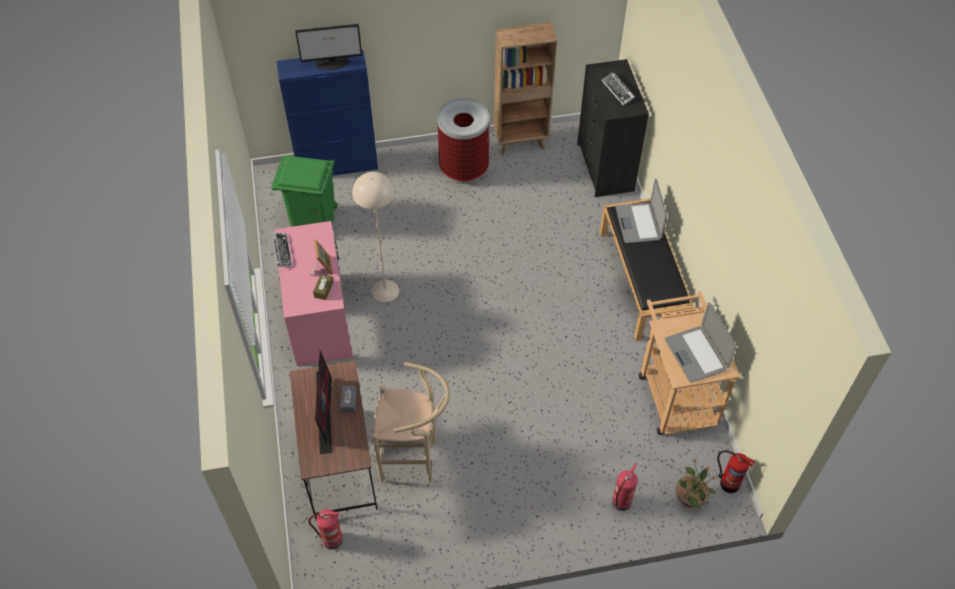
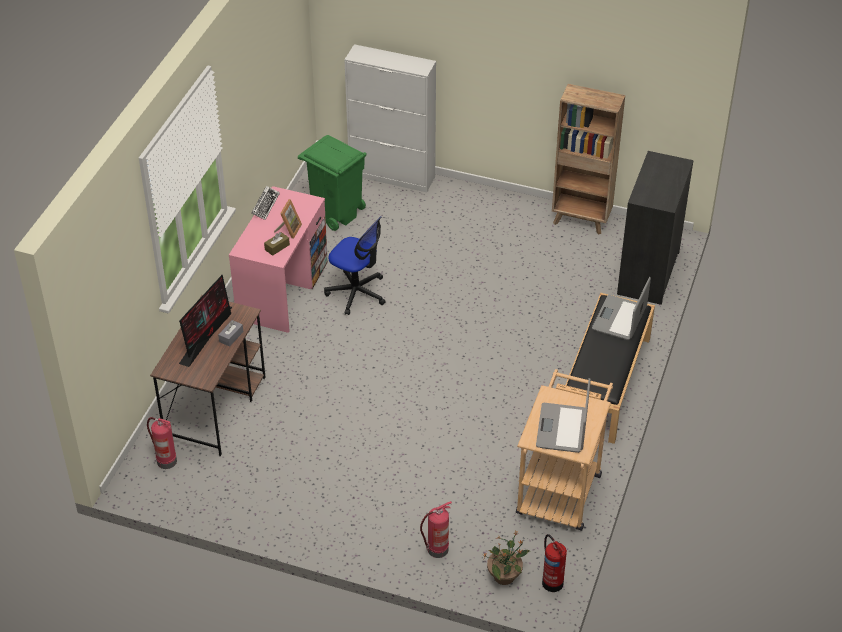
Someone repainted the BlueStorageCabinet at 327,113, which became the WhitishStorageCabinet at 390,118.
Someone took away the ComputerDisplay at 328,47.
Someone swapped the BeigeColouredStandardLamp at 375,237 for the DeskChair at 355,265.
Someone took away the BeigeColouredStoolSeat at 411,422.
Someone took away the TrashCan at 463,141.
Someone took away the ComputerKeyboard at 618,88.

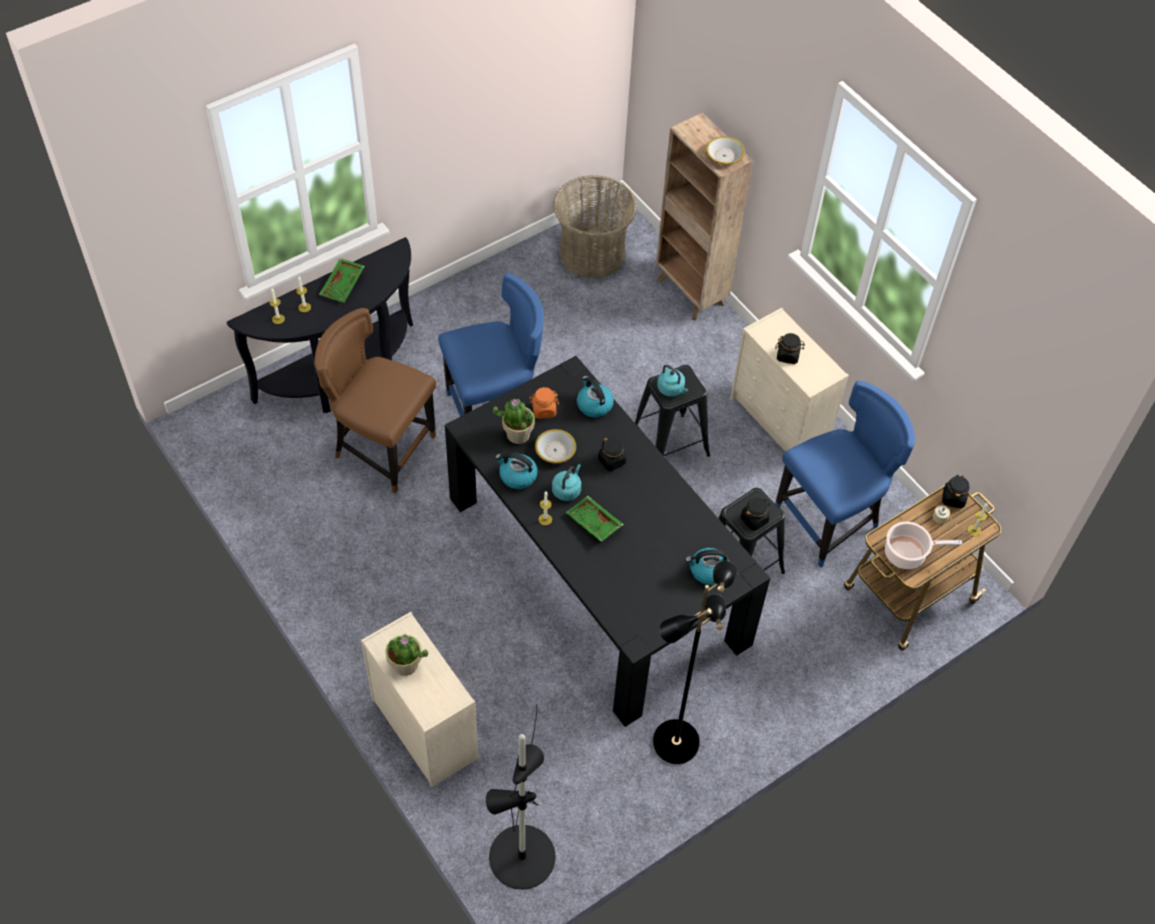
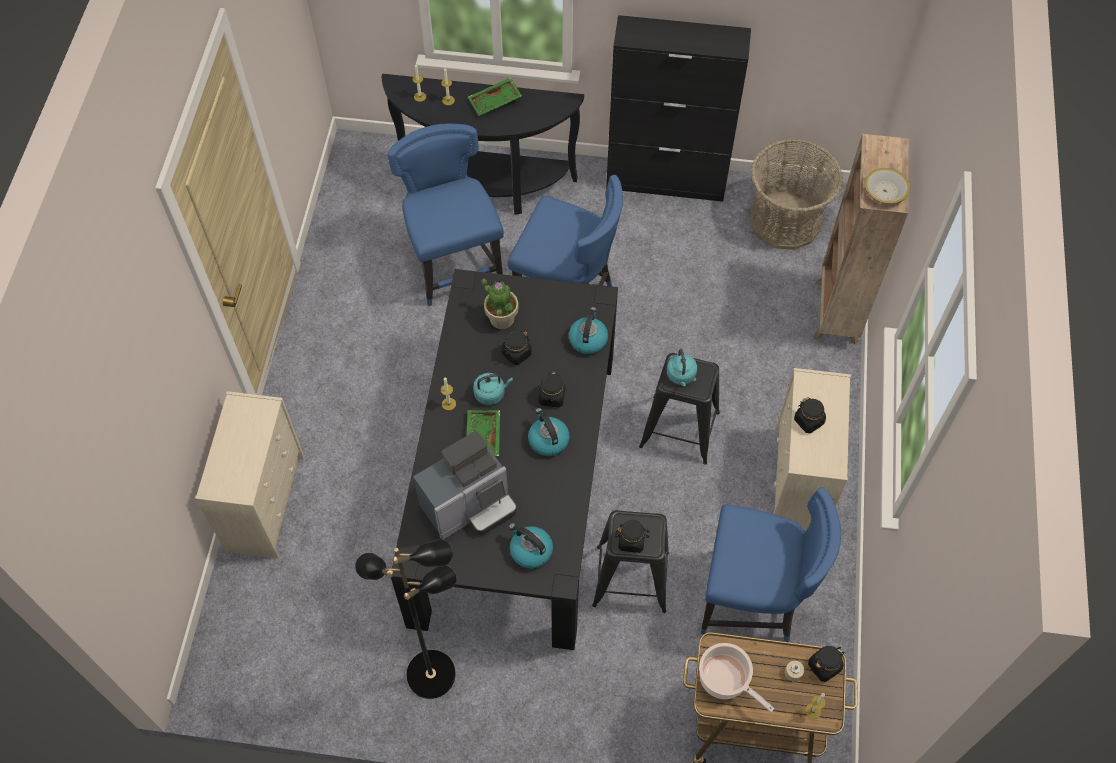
Someone repainted the BrownishUprightChair at 375,400, which became the BlueUprightChair at 446,215.
Someone took away the PottedPlant at 406,655.
Someone took away the BlackColouredStandardLamp at 520,796.
Someone carried the Kettle from 516,470 to 549,432.
Someone took away the OrangeyJar at 544,403.
Someone swapped the ServingBowl at 555,446 for the BlackColouredJar at 516,347.
Someone put down the CoffeeMachine at 465,485.
Someone put down the BlackColouredStorageCabinet at 678,108.

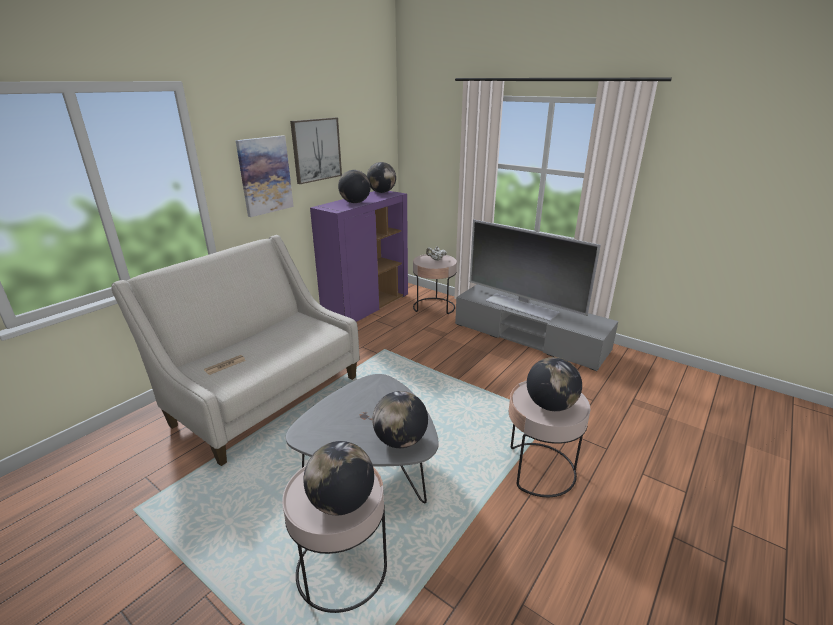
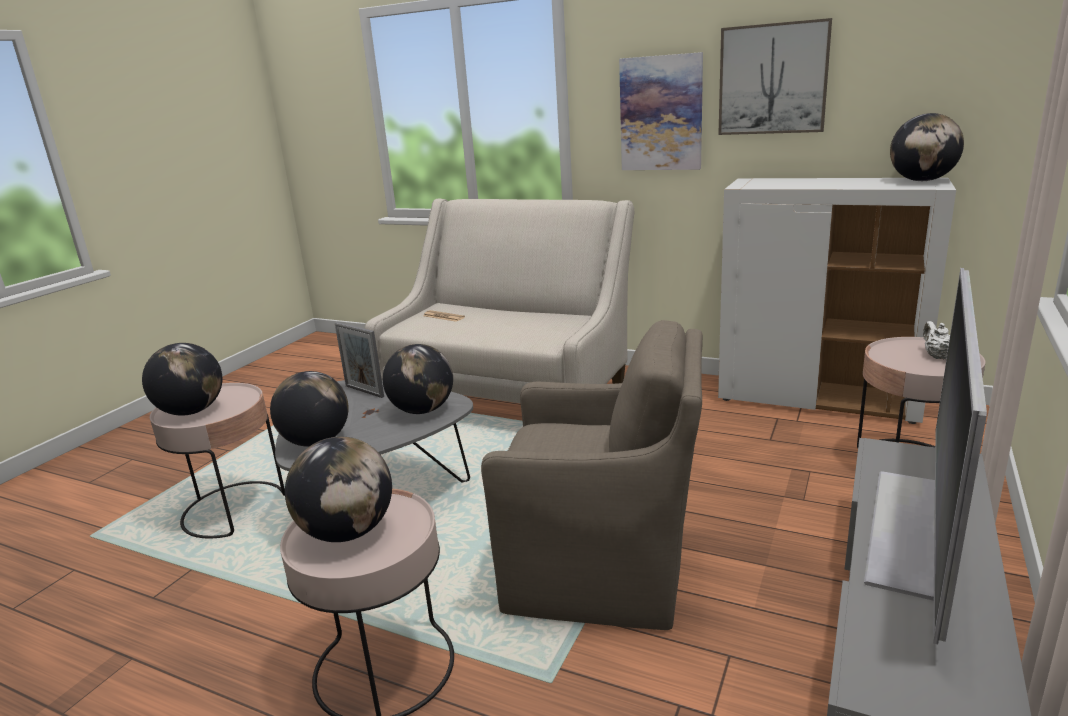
Someone repainted the PurplishStorageCabinet at 359,256, which became the WhitishStorageCabinet at 837,301.
Someone carried the Globe from 354,186 to 418,379.
Someone put down the PictureFrame at 359,360.
Someone put down the BrownishEasyChair at 592,475.

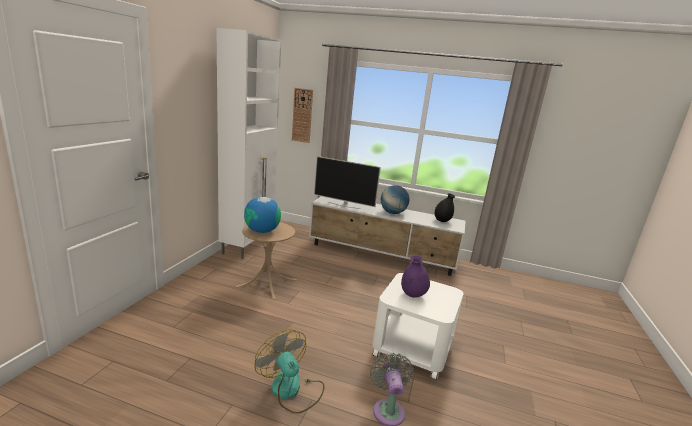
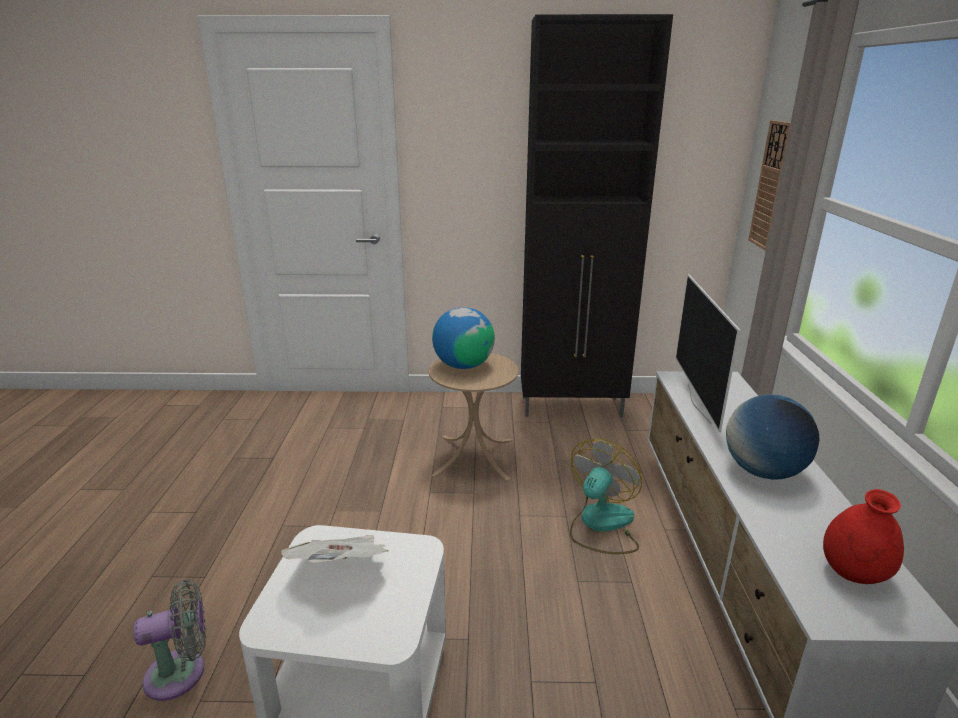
Someone repainted the WhitishStorageCabinet at 248,143, which became the BlackColouredStorageCabinet at 597,215.
Someone carried the CoolingFan from 289,371 to 606,496.
Someone swapped the PurplishDecorativeVase at 415,277 for the Newspaper at 335,549.
Someone repainted the BlackColouredDecorativeVase at 445,207, which became the ReddishDecorativeVase at 863,536.

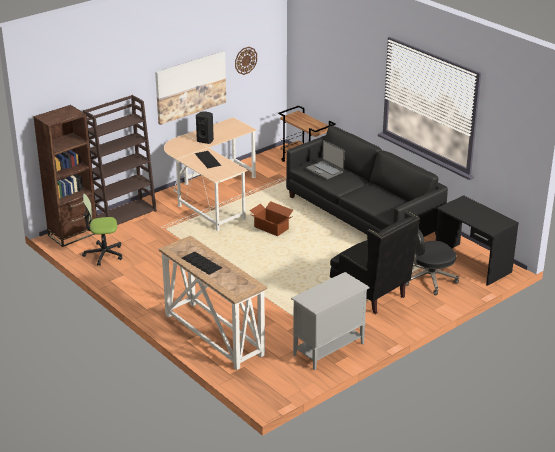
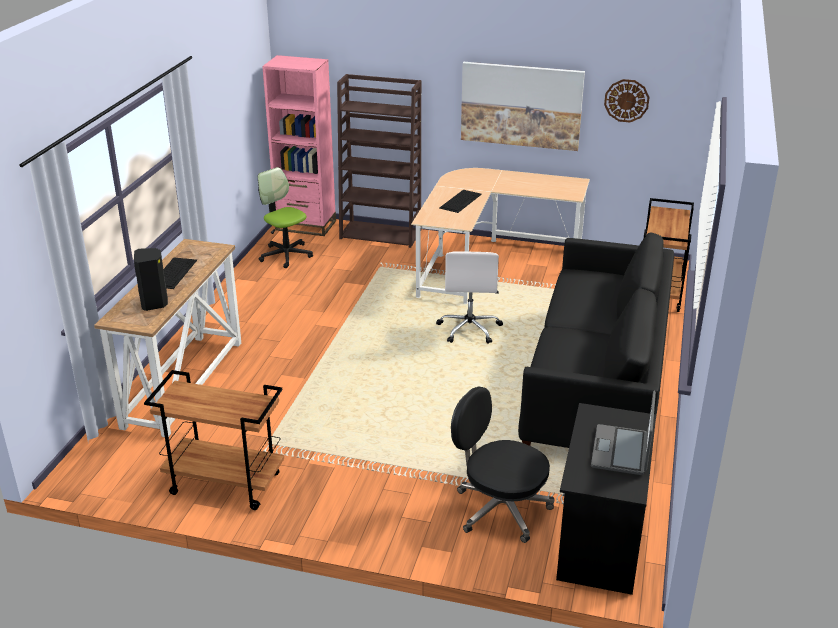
Someone repainted the BrownishBookcase at 64,176, which became the PinkBookcase at 299,145.
Someone carried the BlackColouredLoudspeaker from 205,127 to 151,279.
Someone swapped the CardboardBox at 271,218 for the WhitishDeskChair at 469,297.
Someone swapped the GreyishStorageCabinet at 330,321 for the BrownishCart at 214,440.
Someone carried the Laptop from 325,160 to 623,433.
Someone took away the BlackColouredEasyChair at 375,262.

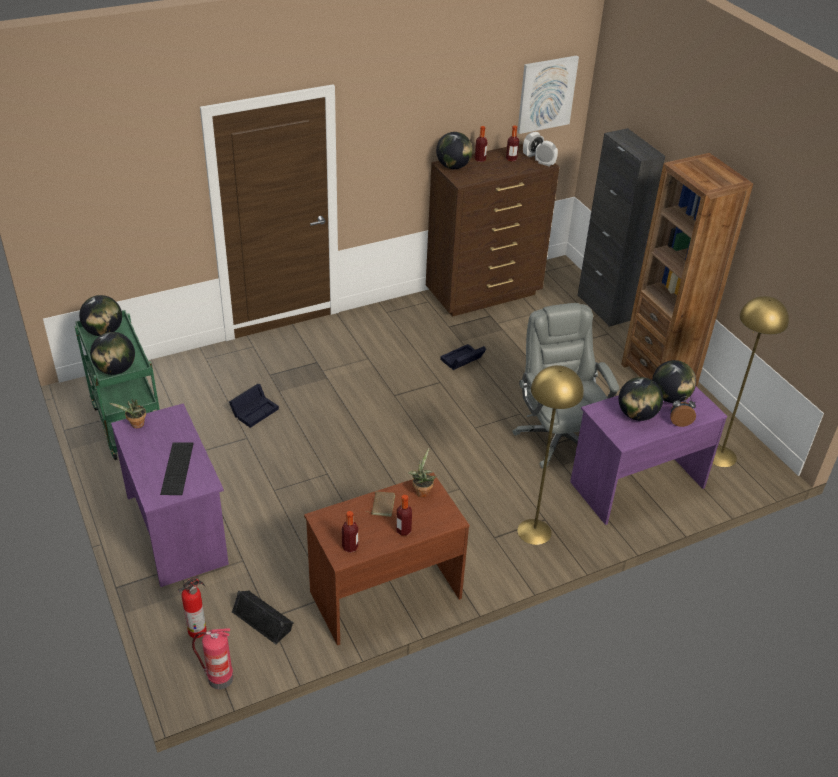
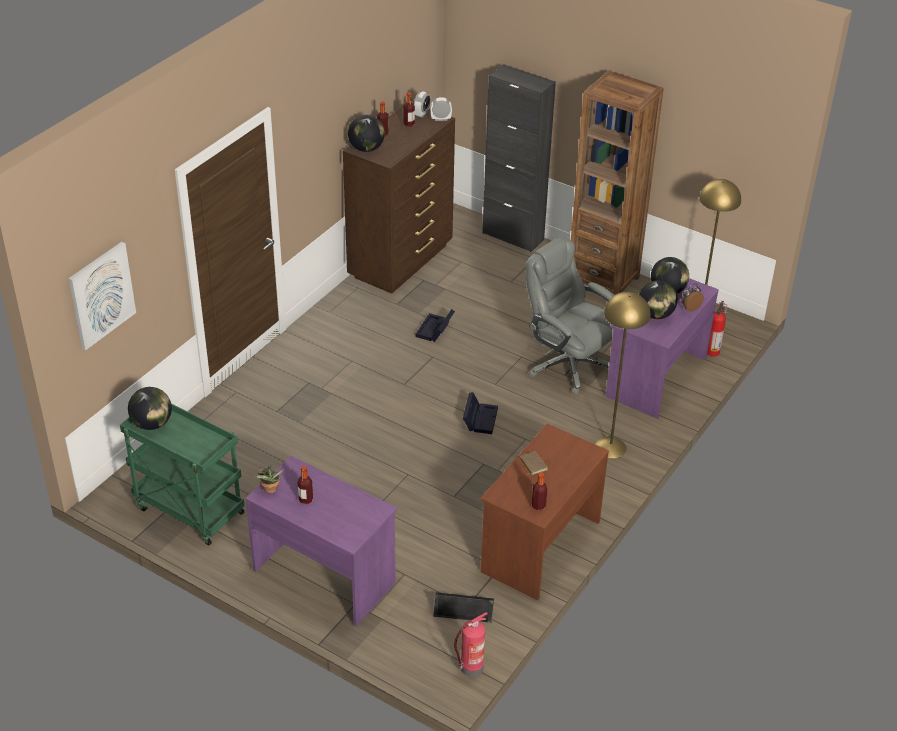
Someone took away the Globe at 112,353.
Someone took away the ComputerKeyboard at 177,468.
Someone carried the Extinguisher from 192,606 to 717,329.
Someone carried the BlackColouredStorageContainer from 254,406 to 480,413.
Someone carried the Bottle from 404,515 to 305,485.
Someone took away the PottedPlant at 422,472.
Someone carried the Picture from 548,94 to 102,296.

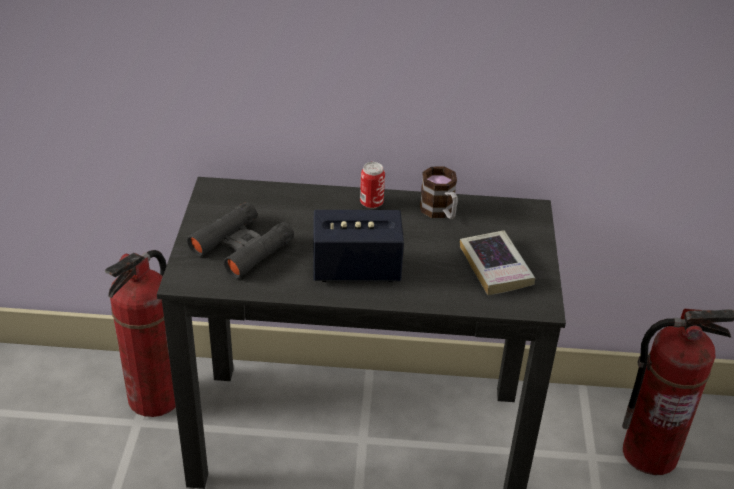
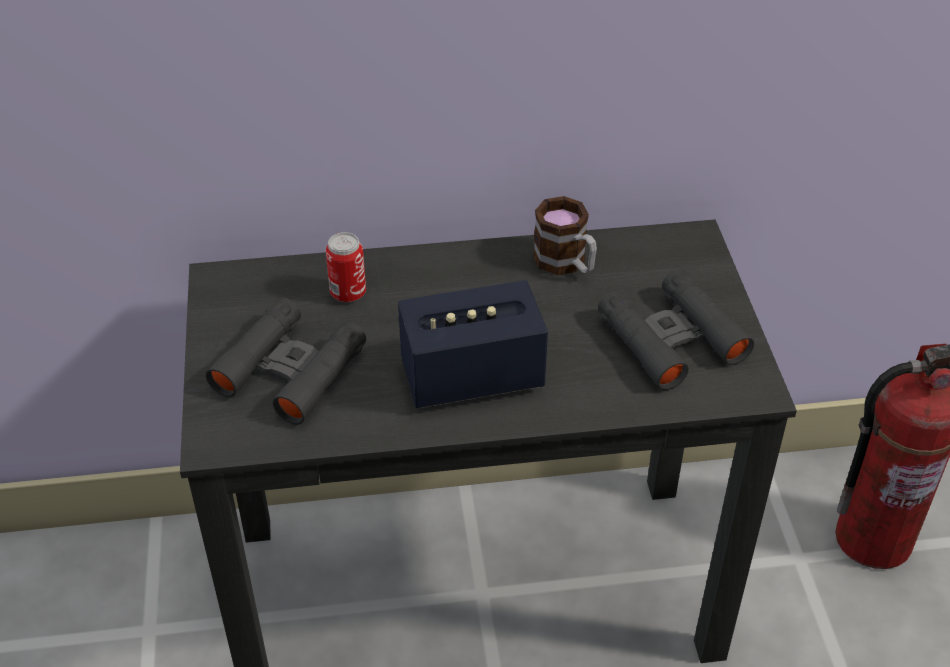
Someone took away the Extinguisher at 140,333.
Someone carried the Can from 372,185 to 346,267.
Someone swapped the Volume at 497,262 for the BlackColouredBinoculars at 676,329.

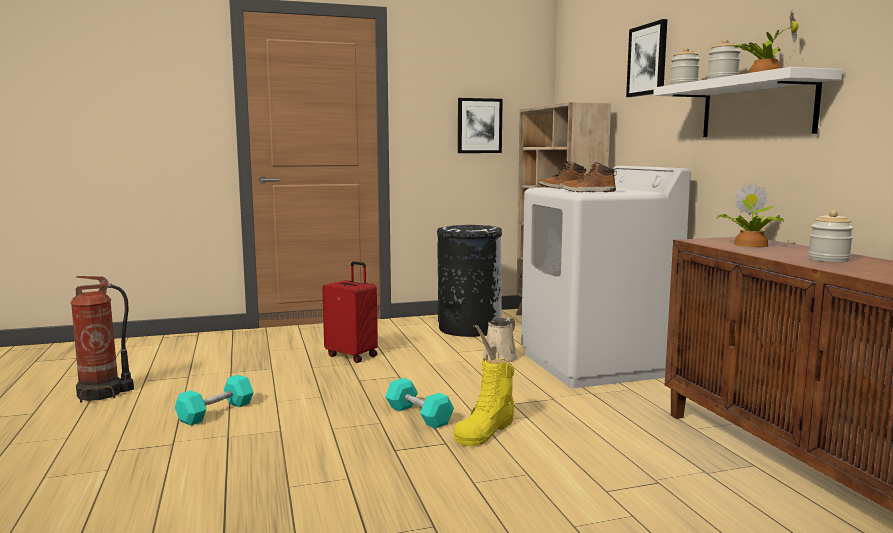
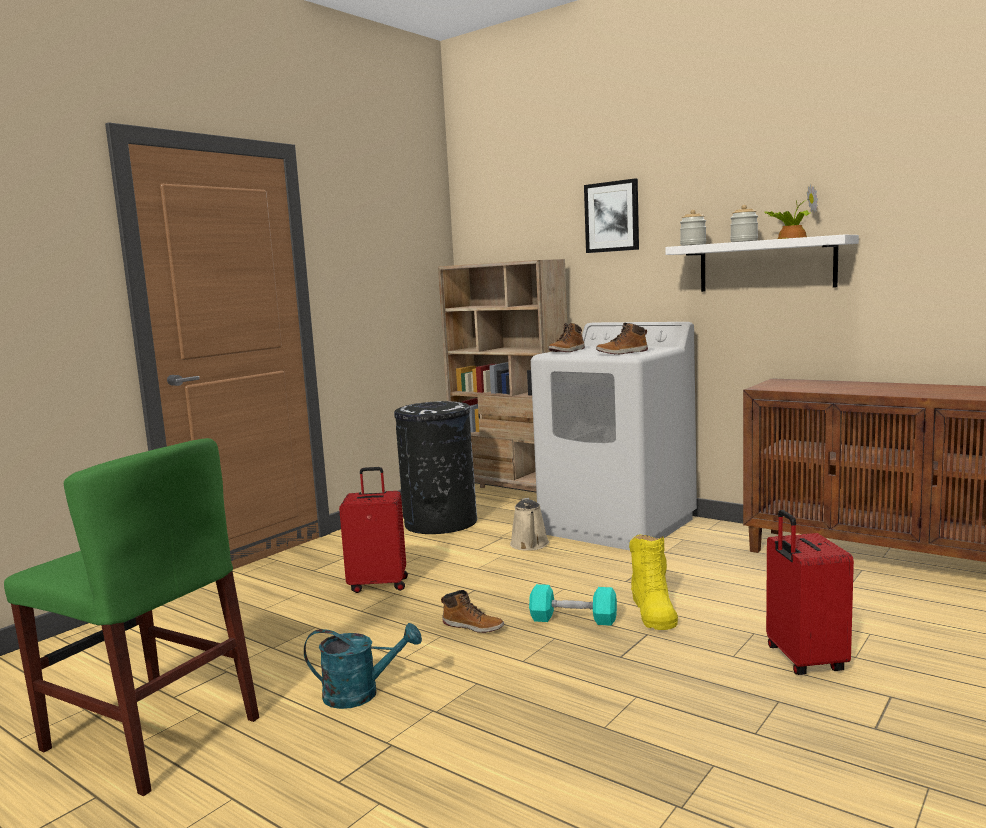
Someone swapped the Extinguisher at 102,339 for the GreenishUprightChair at 131,617.
Someone swapped the TurquoiseColouredFreeWeight at 214,400 for the TurquoiseColouredSprinklingCan at 363,666.
Someone took away the Picture at 480,125.
Someone took away the PottedPlant at 750,215.
Someone took away the Jar at 831,236.
Someone put down the Boot at 472,611.
Someone put down the ReddishTravelCase at 810,592.

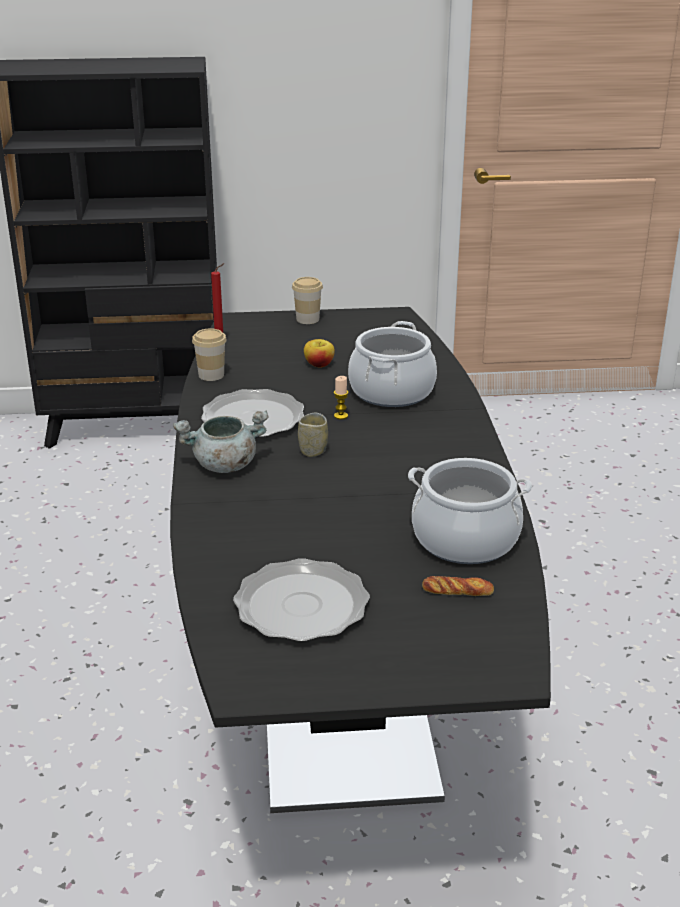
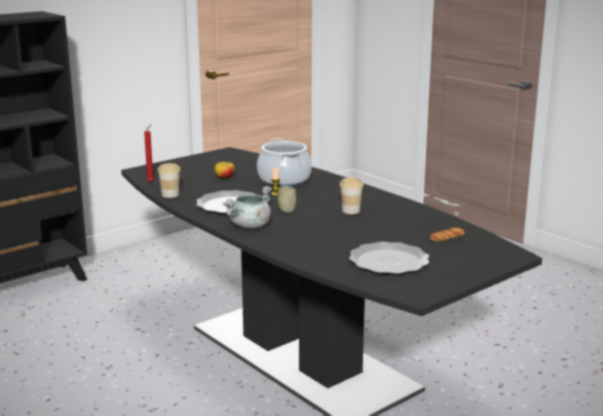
Someone carried the DrinkingCup from 307,300 to 351,196.
Someone took away the CookingPot at 470,511.

